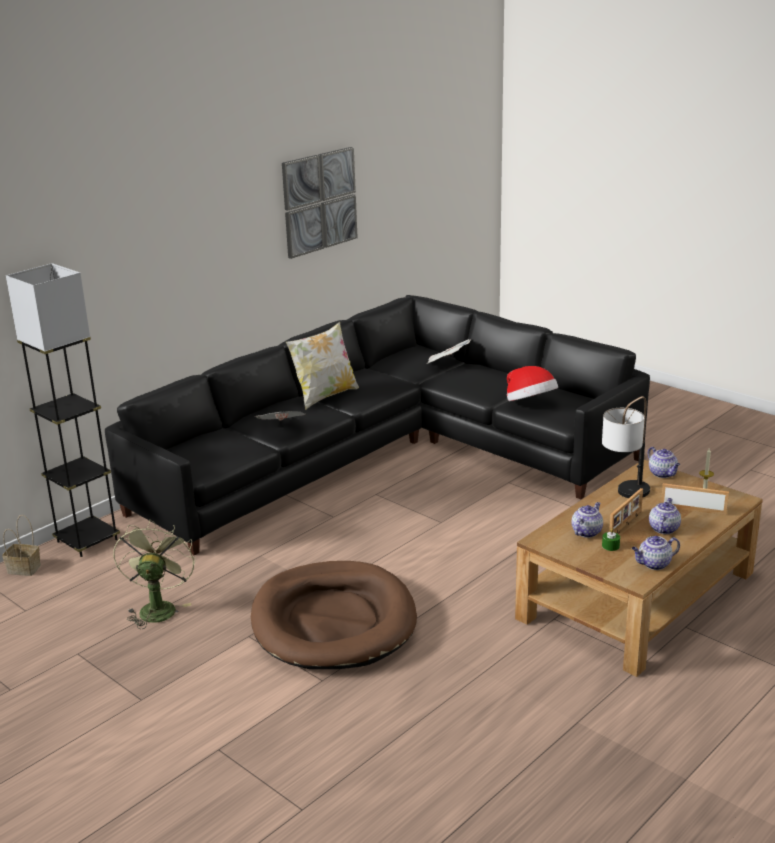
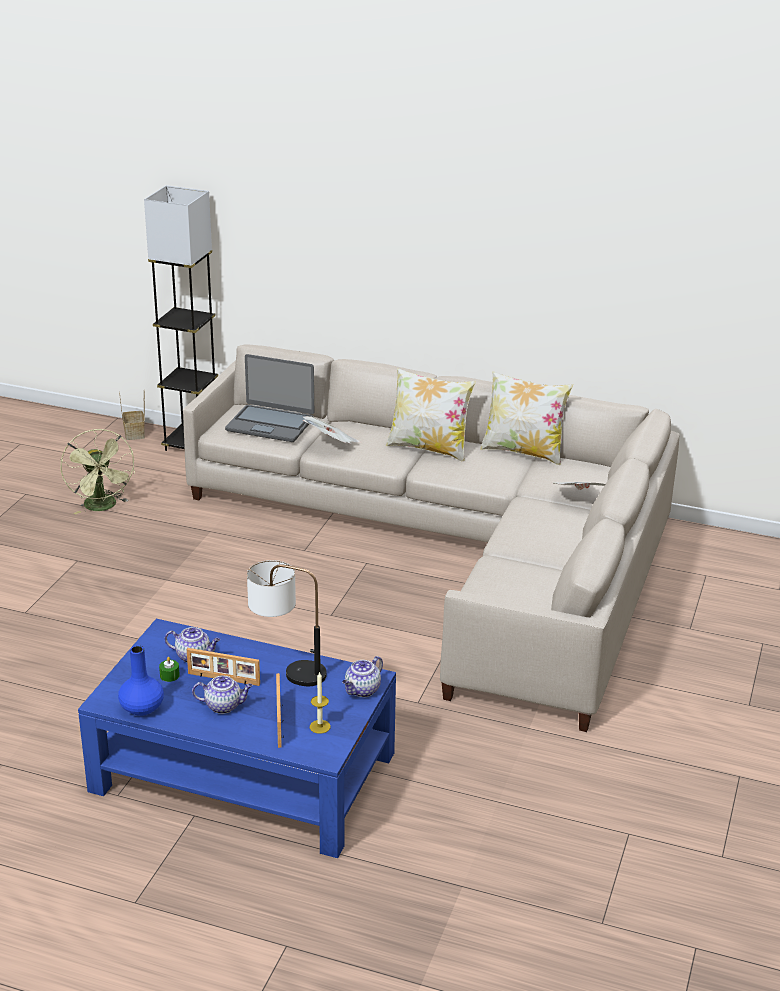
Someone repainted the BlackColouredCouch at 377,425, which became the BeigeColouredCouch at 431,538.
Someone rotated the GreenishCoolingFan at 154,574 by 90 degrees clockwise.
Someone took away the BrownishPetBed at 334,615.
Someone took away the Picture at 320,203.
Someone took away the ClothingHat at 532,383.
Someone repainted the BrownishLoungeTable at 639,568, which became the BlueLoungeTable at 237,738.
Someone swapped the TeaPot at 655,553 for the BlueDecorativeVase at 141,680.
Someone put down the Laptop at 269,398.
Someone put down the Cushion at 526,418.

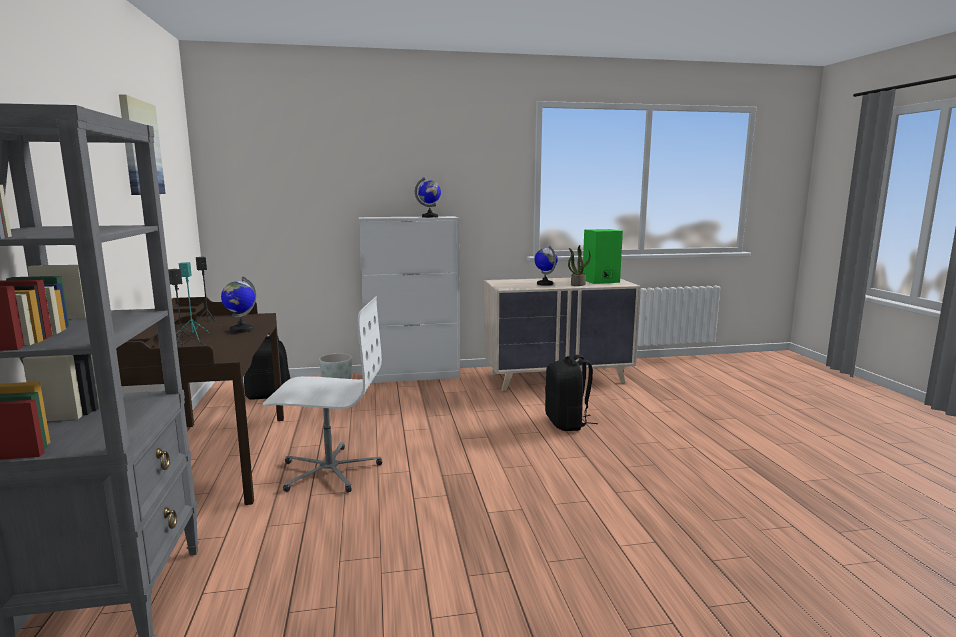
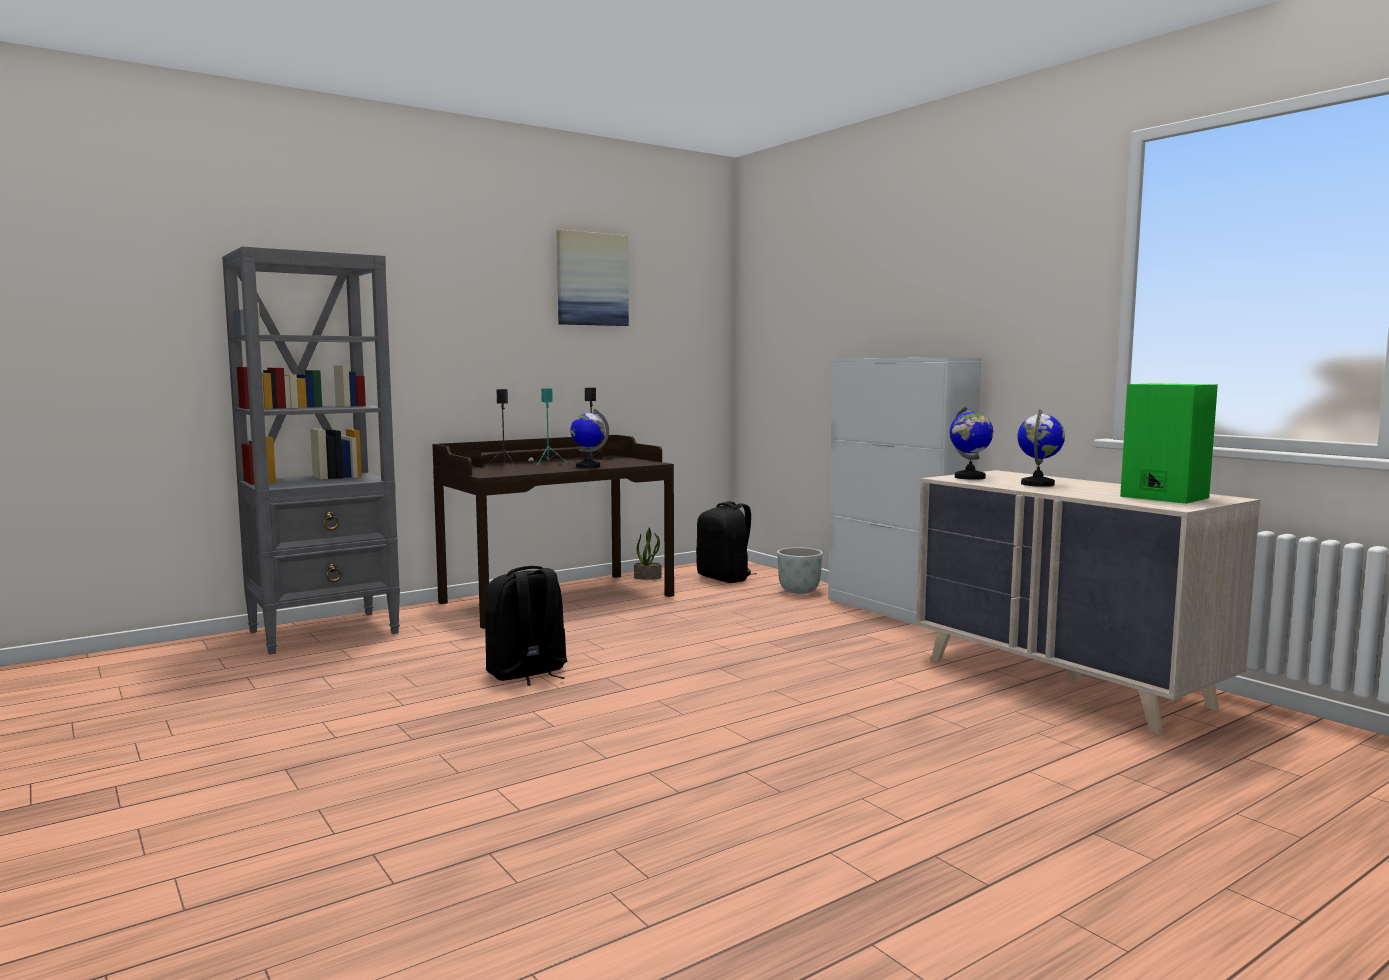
Someone took away the WhitishDeskChair at 322,395.
Someone carried the Globe from 428,197 to 971,442.
Someone carried the BlackColouredRucksack from 571,393 to 526,626.
Someone carried the PottedPlant from 579,265 to 648,554.

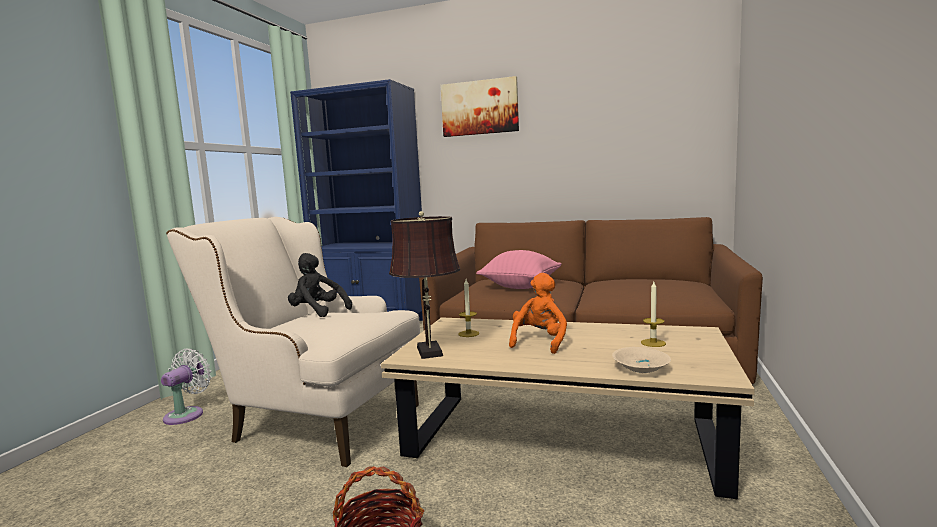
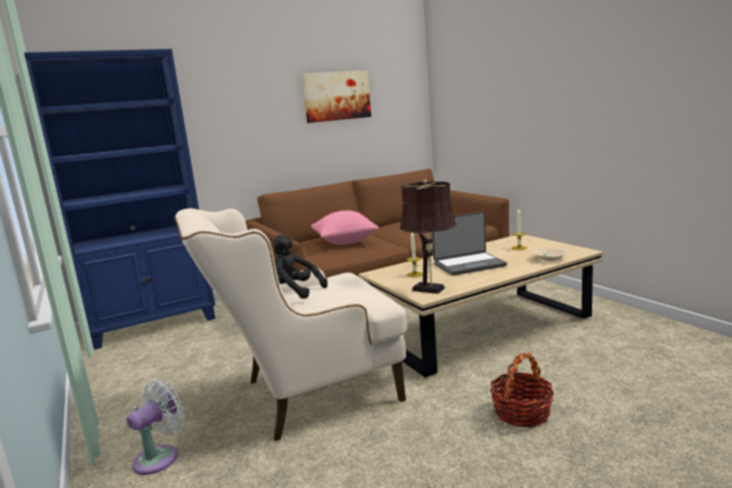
Someone rotated the WhitishCoolingFan at 186,386 by 60 degrees clockwise.
Someone rotated the BlackColouredPlushToy at 320,285 by 45 degrees clockwise.
Someone carried the Picture from 480,106 to 336,96.
Someone swapped the OrangeyPlushToy at 538,313 for the Laptop at 469,244.

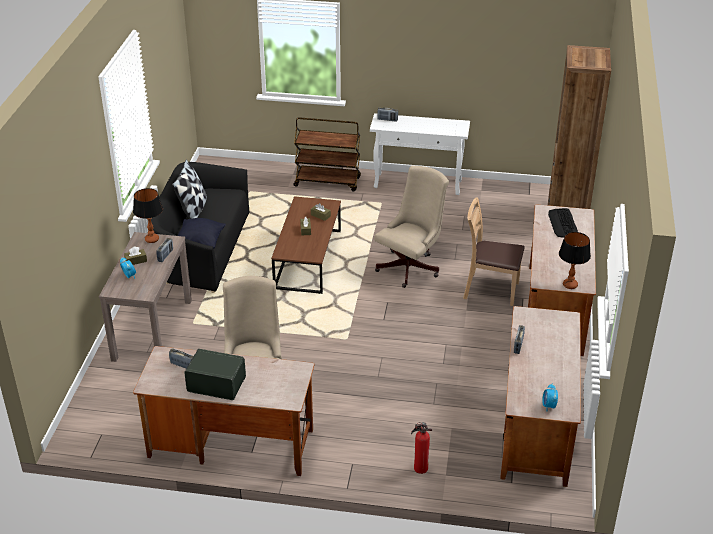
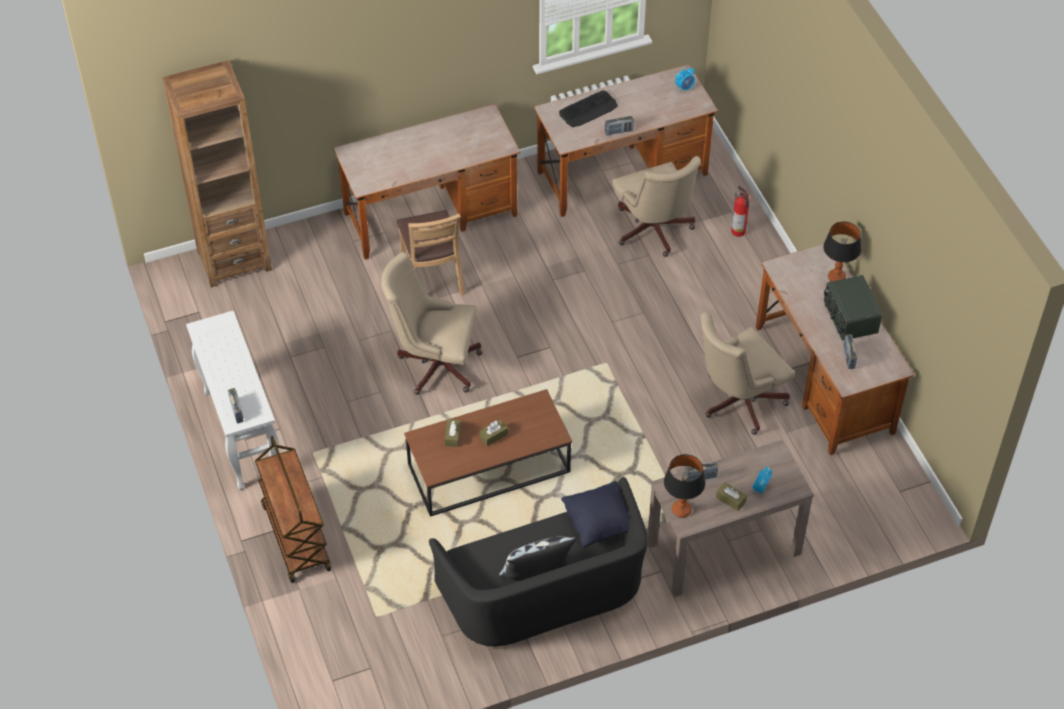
Someone carried the ComputerKeyboard from 563,223 to 588,108.
Someone carried the TableLamp from 575,260 to 842,251.
Someone put down the BeigeColouredDeskChair at 656,206.

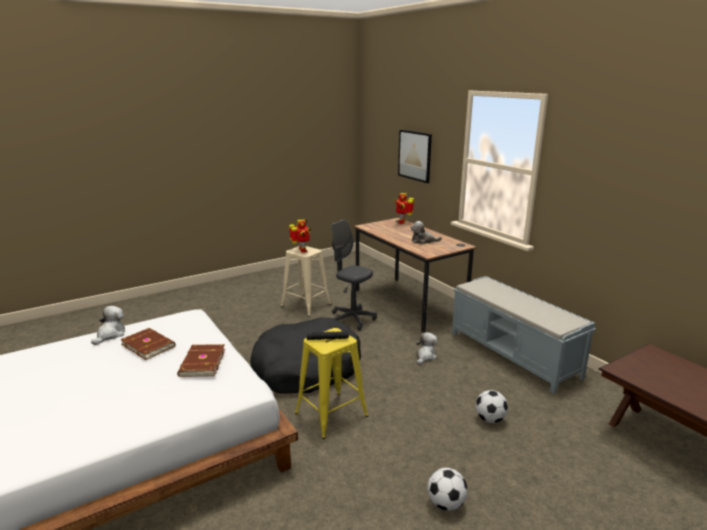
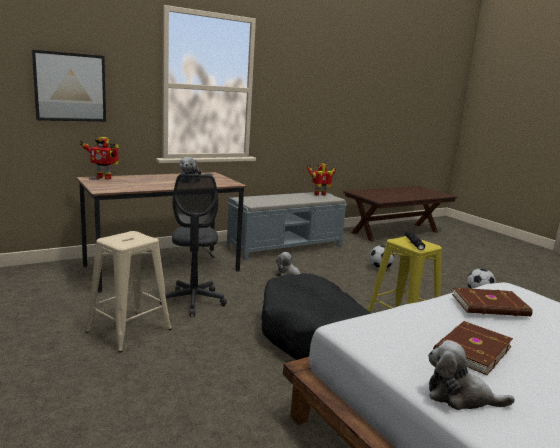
Someone carried the RobotFigure from 300,235 to 321,179.
Someone rotated the GreyishDeskChair at 354,275 by 45 degrees counterclockwise.

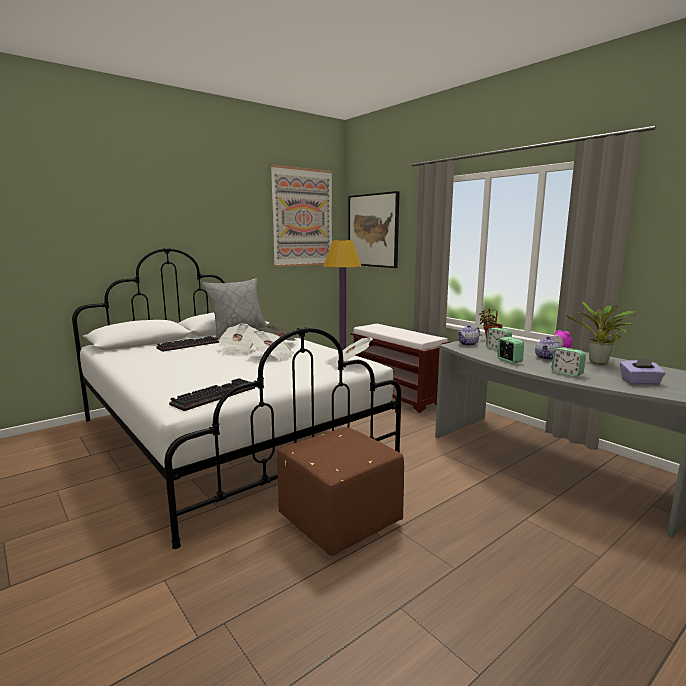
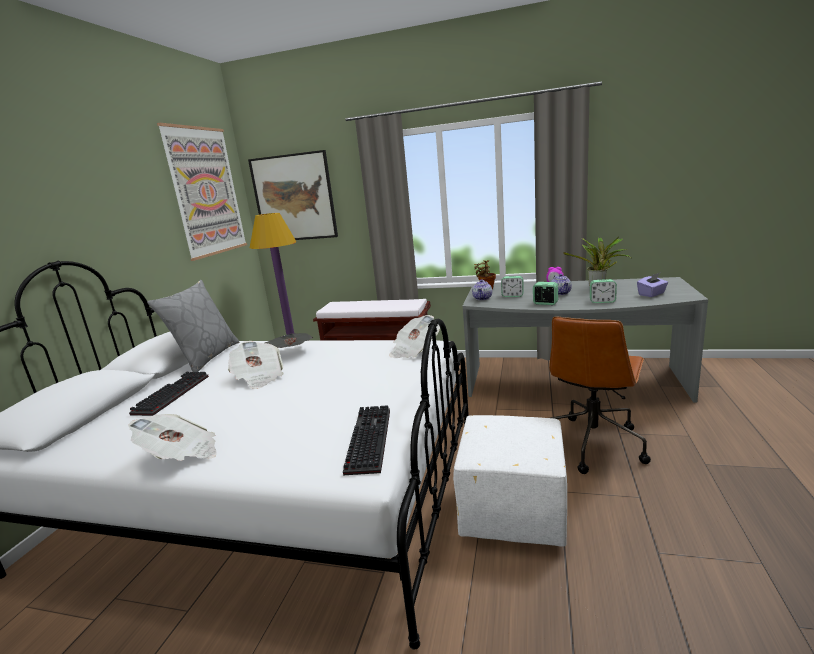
Someone carried the Newspaper from 272,345 to 172,437.
Someone repainted the BrownishFootrest at 340,491, which became the WhitishFootrest at 510,481.
Someone put down the BrownishDeskChair at 600,395.

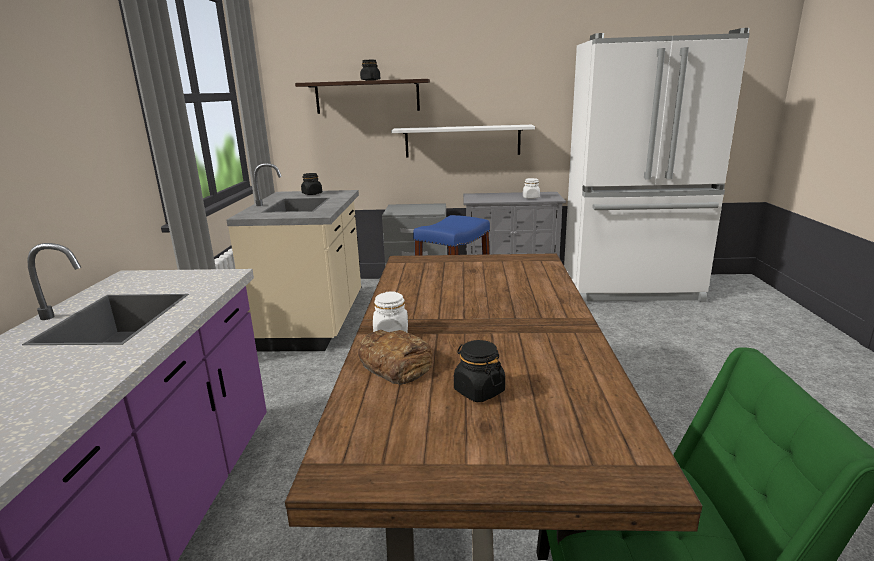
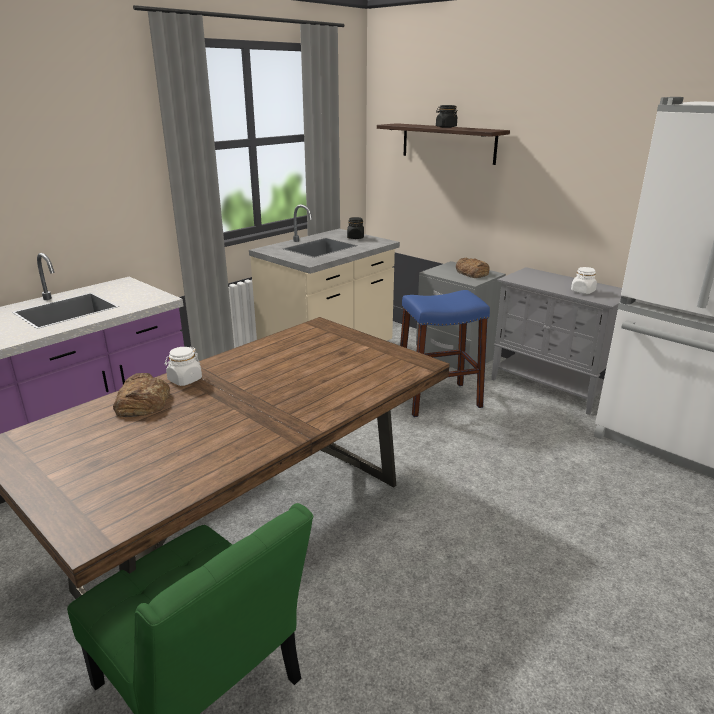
Someone took away the WhitishWallShelf at 463,141.
Someone took away the BlackColouredJar at 479,371.
Someone put down the BakedBread at 473,267.

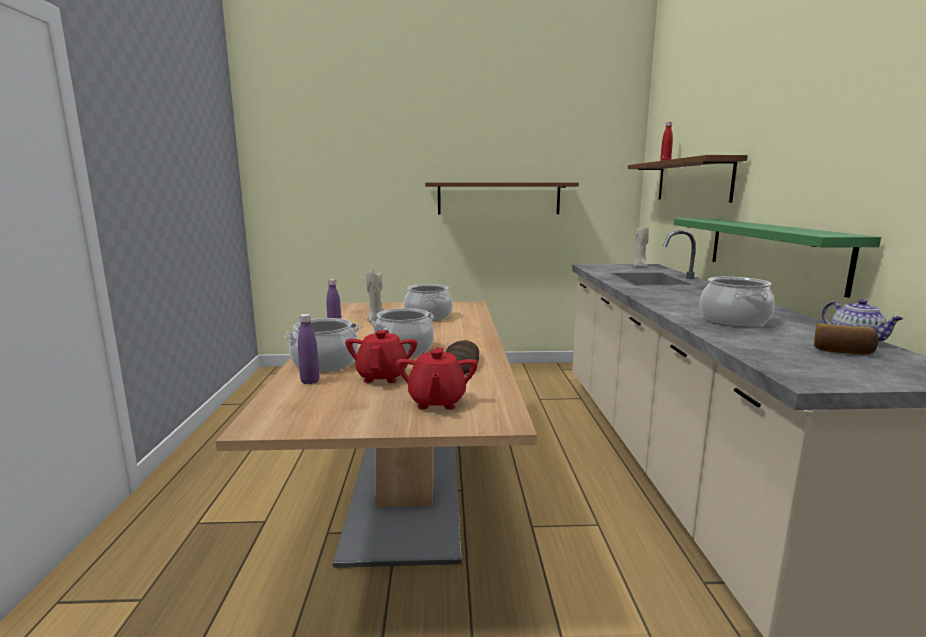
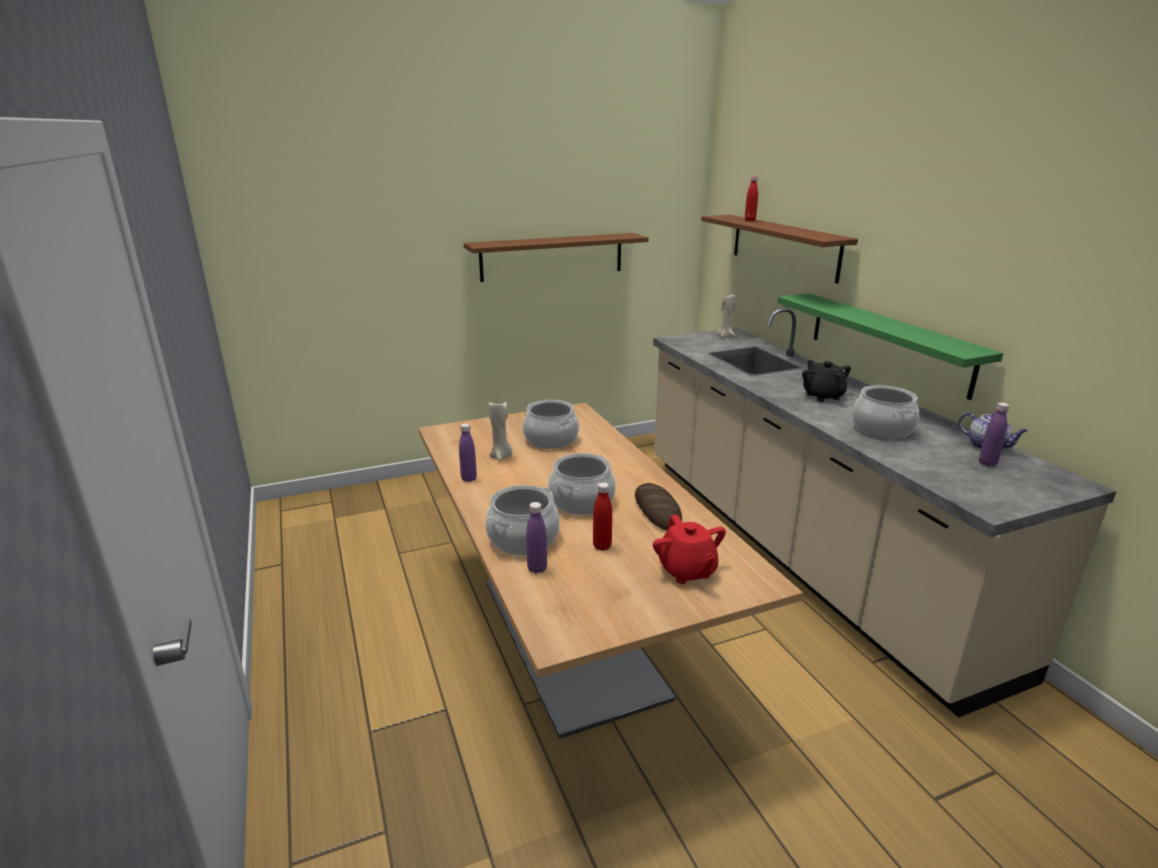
Someone swapped the ReddishTeaPot at 381,356 for the ReddishBottle at 602,516.
Someone swapped the BakedBread at 846,339 for the PurplishBottle at 994,434.
Someone put down the BlackColouredTeaPot at 826,381.

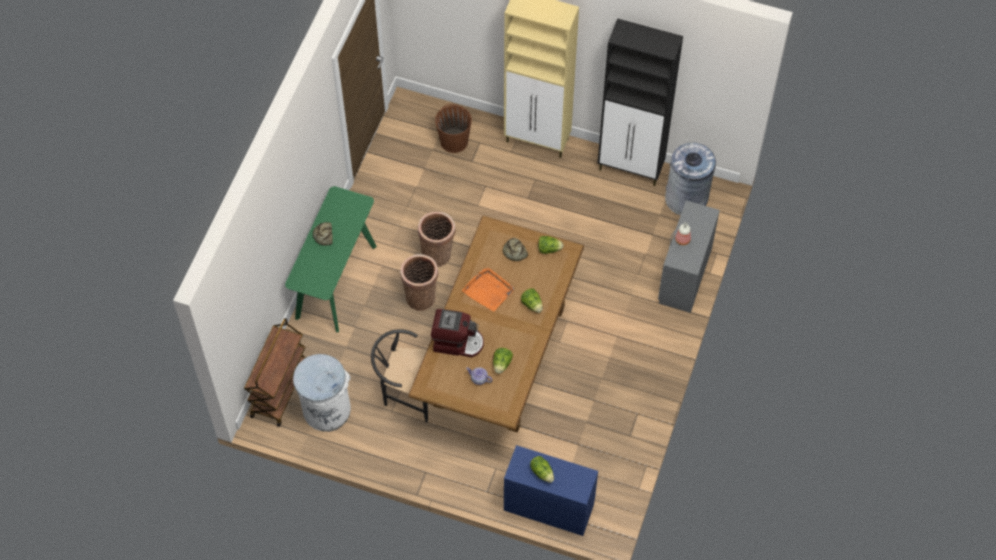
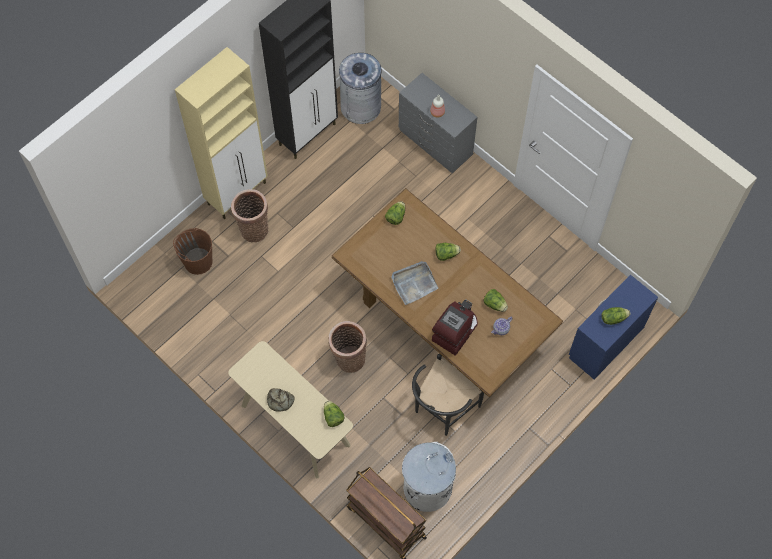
Someone repainted the GreenishConsoleTable at 331,259, which became the BeigeColouredConsoleTable at 290,410.
Someone carried the Basket from 437,239 to 250,215.
Someone repainted the OrangeyServingTray at 488,289, which became the GreyishServingTray at 414,283.
Someone took away the BakedBread at 515,249.
Someone put down the Lettuce at 334,414.

